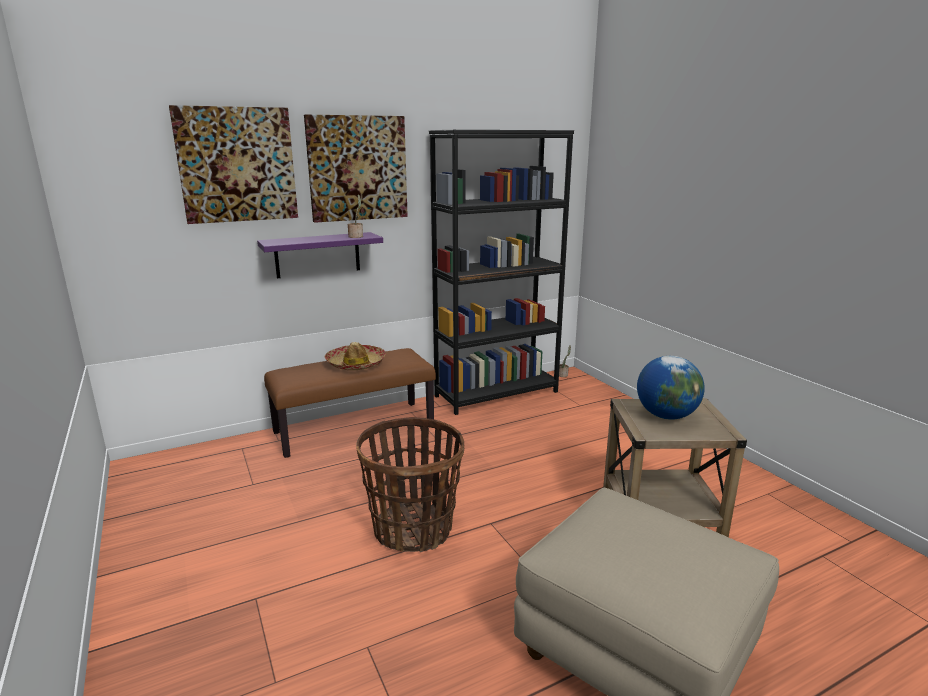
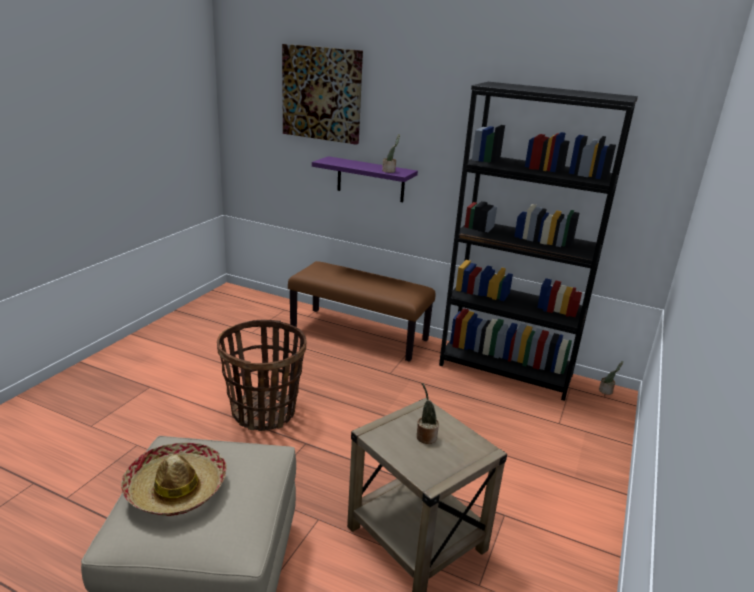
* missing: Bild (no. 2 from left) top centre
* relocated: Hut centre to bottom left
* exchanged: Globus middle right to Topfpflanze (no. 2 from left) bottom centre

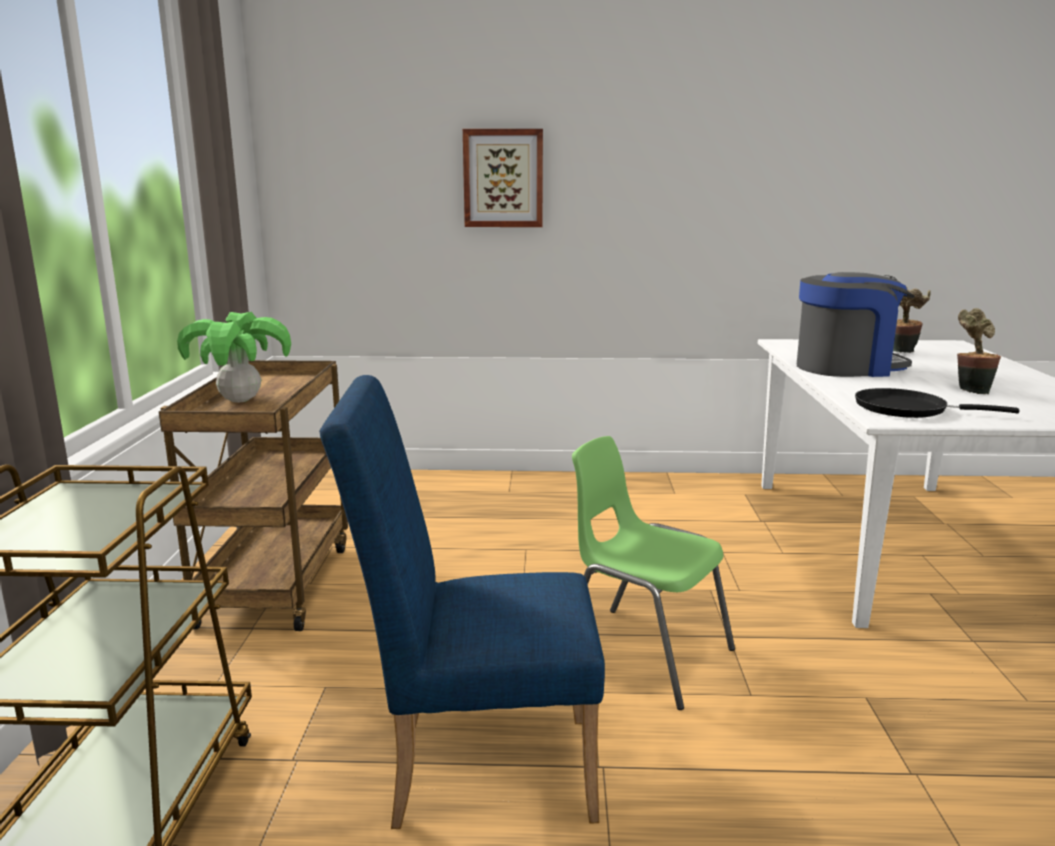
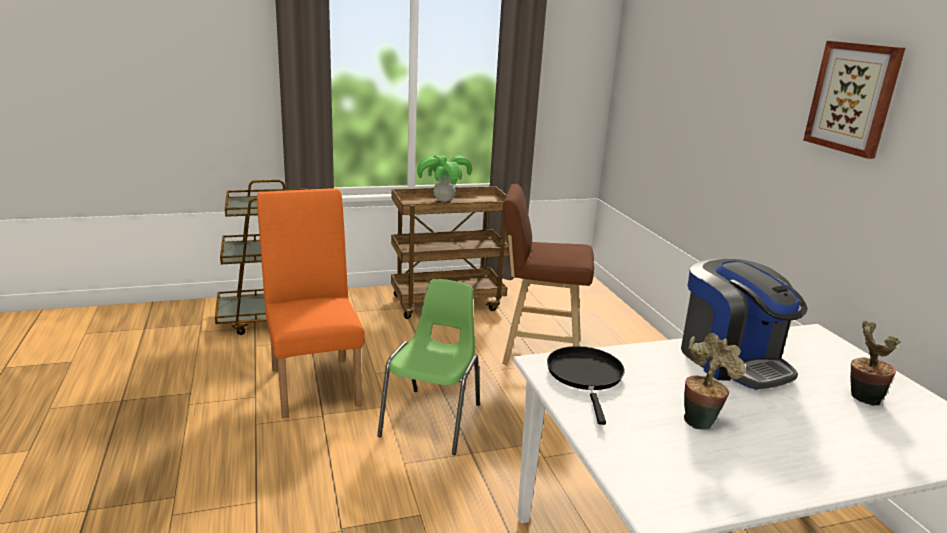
* relocated: Bild top centre to top right
* colour: Stuhl/blau bottom centre to Stuhl/orange middle left
* appeared: Hocker/braun centre

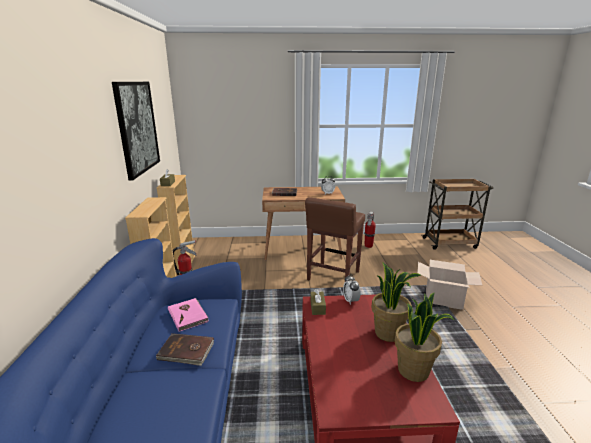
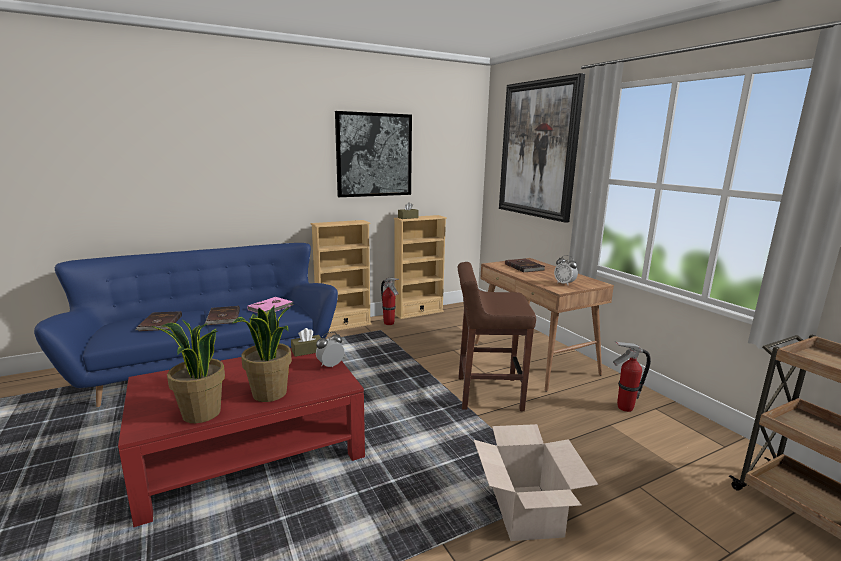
* appeared: Bild (no. 2 from left) top centre
* appeared: Buch/braun (no. 1 from left) middle left

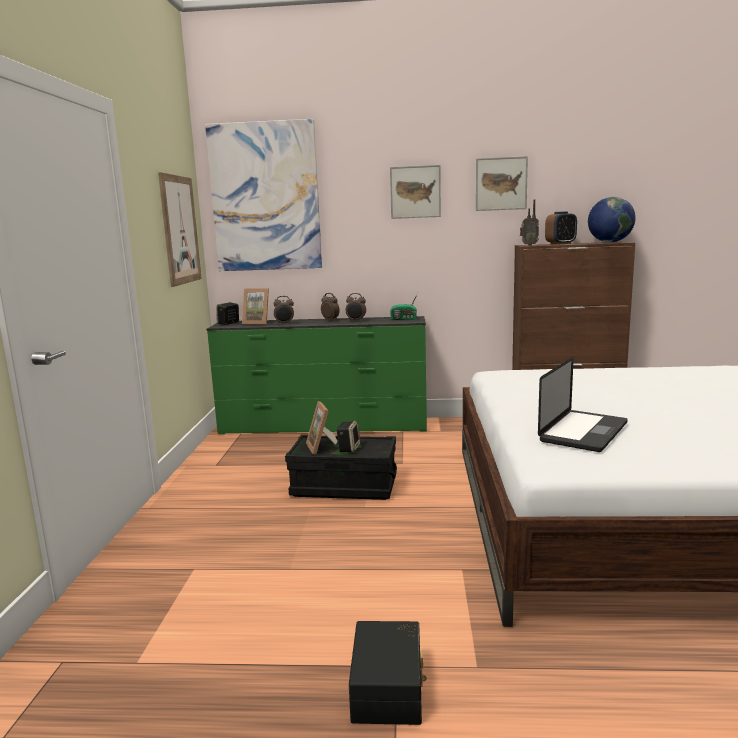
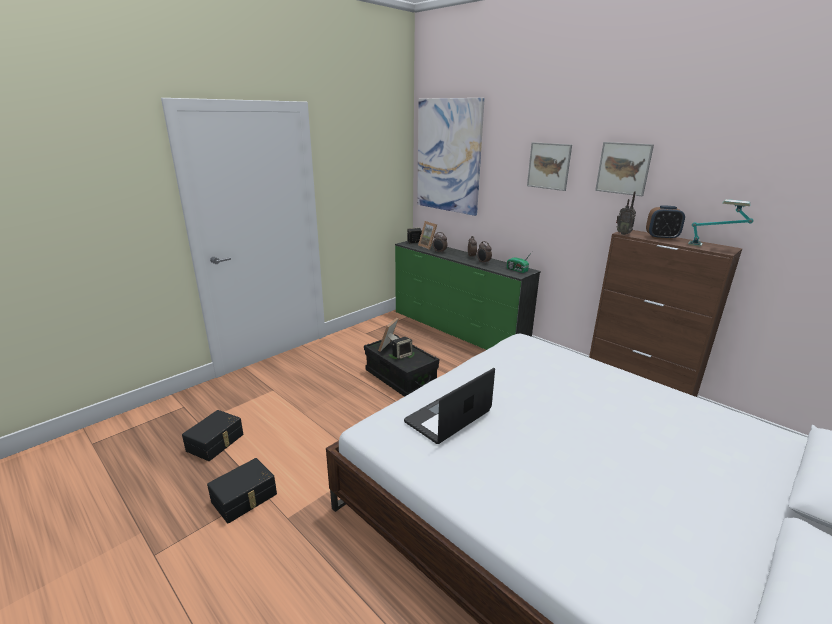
* missing: Bild (no. 1 from left) top left
* exchanged: Globus top right to Tischlampe middle right
* spun: Laptop middle right = centre 150 degrees clockwise
* appeared: Aufbewahrungsbox/schwarz (no. 1 from left) bottom left

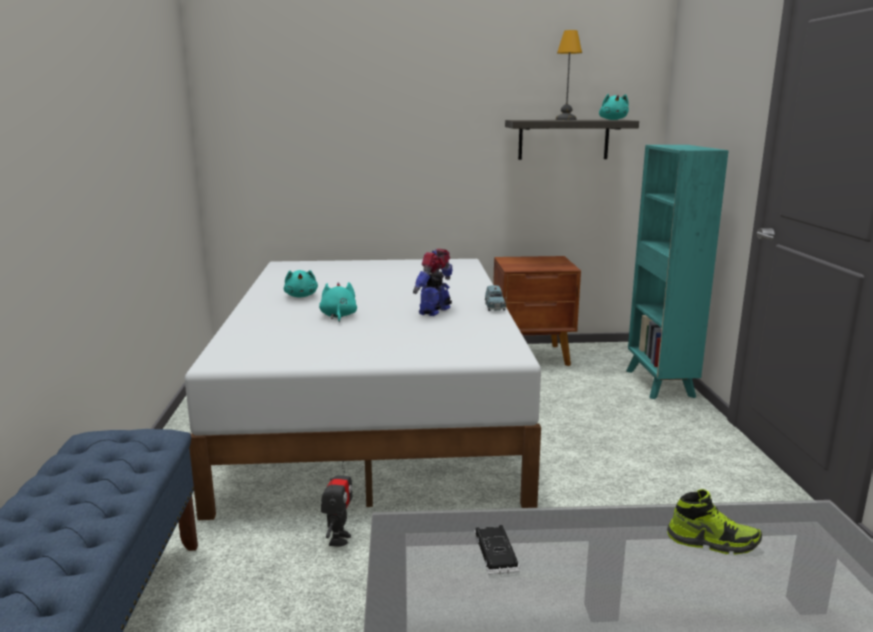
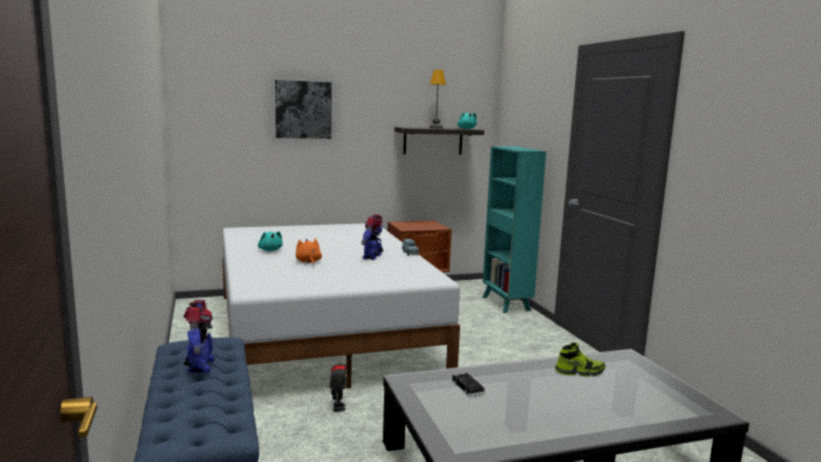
* colour: Plüschtier/türkis (no. 2 from left) centre to Plüschtier/orange centre
* appeared: Bild top centre
* appeared: Spielzeugroboter (no. 1 from left) bottom left

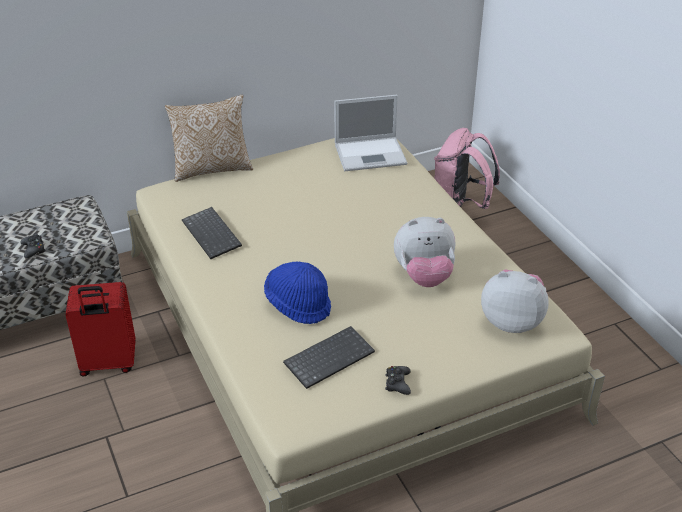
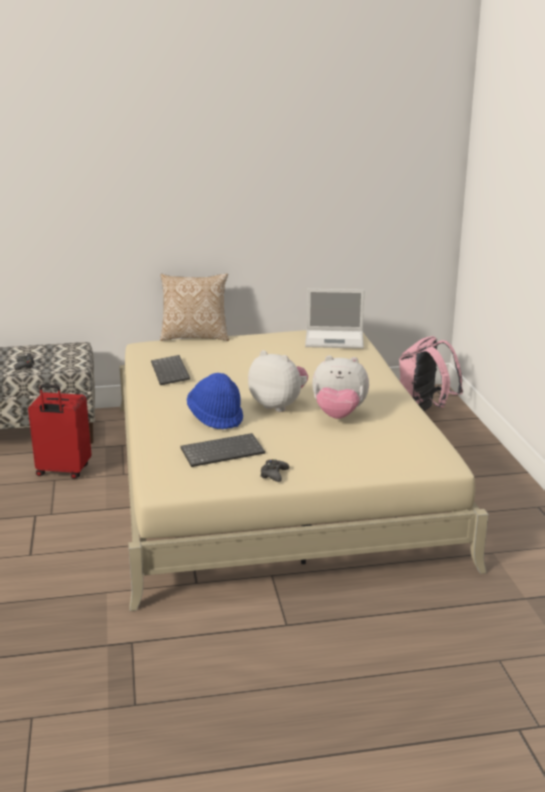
* relocated: Plüschtier (no. 2 from left in the first image) middle right to Plüschtier (no. 1 from left) centre

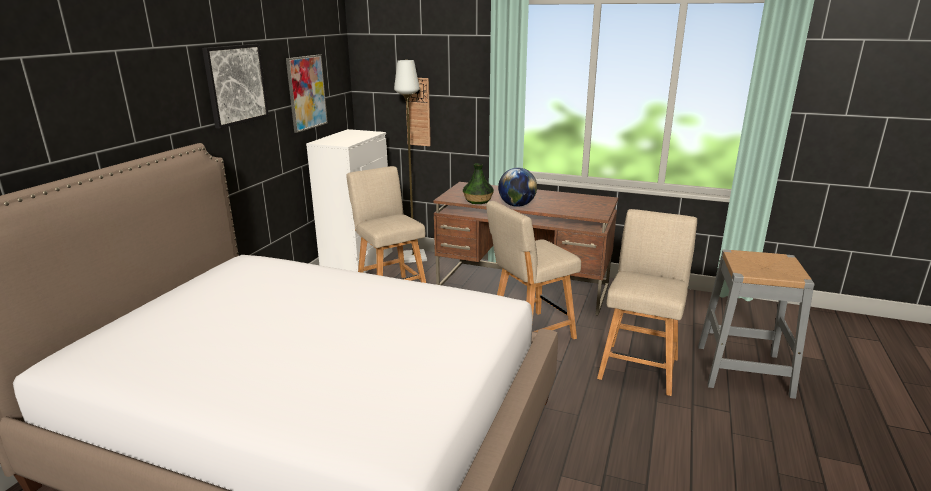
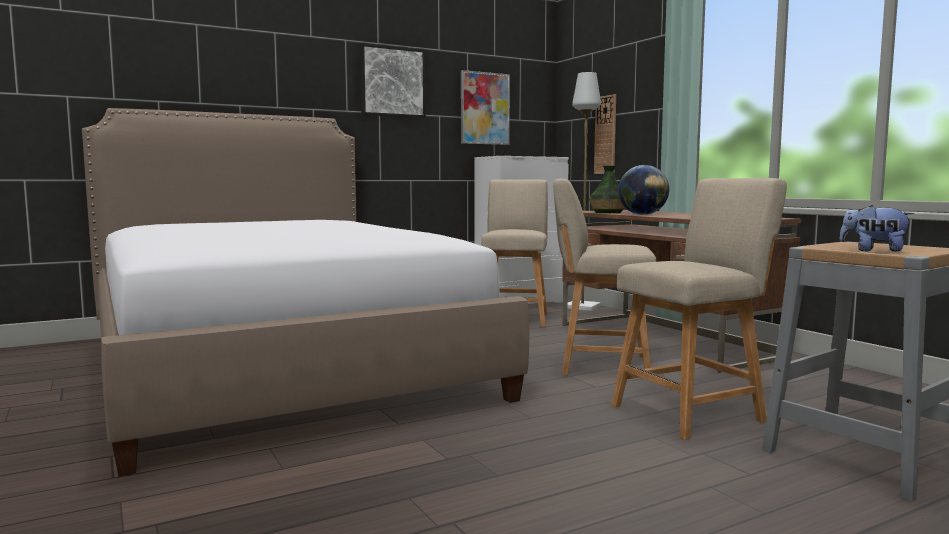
* appeared: Plüschtier middle right

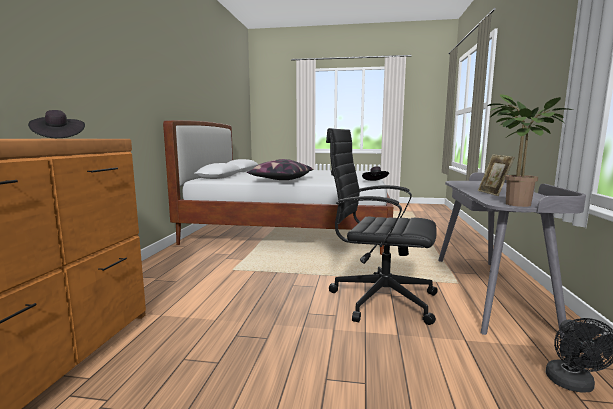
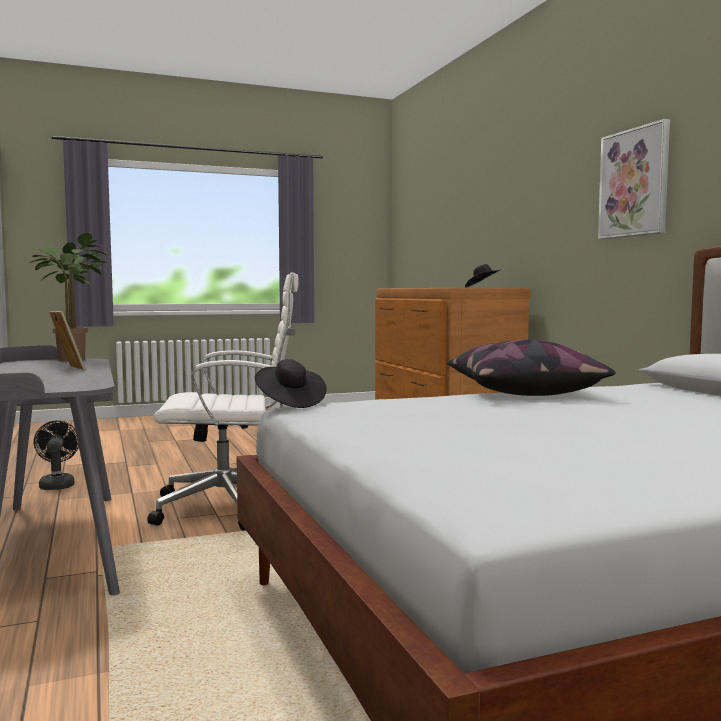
* colour: Bürostuhl/schwarz centre to Bürostuhl/weiß middle left
* appeared: Bild top right

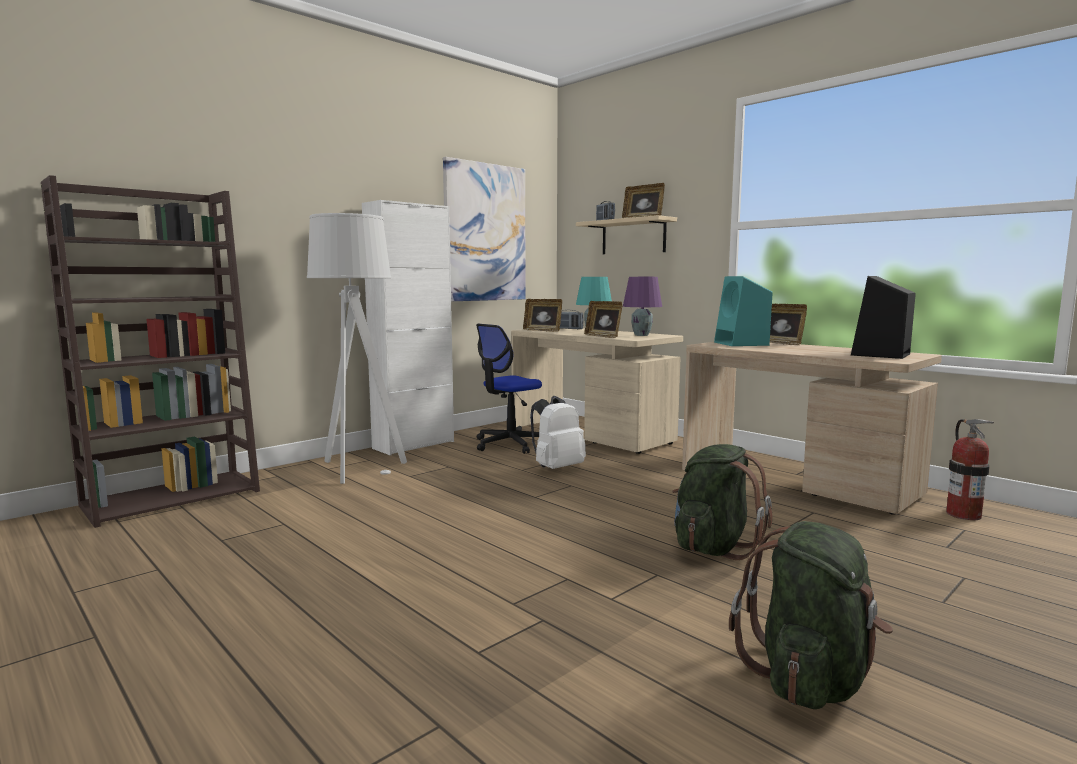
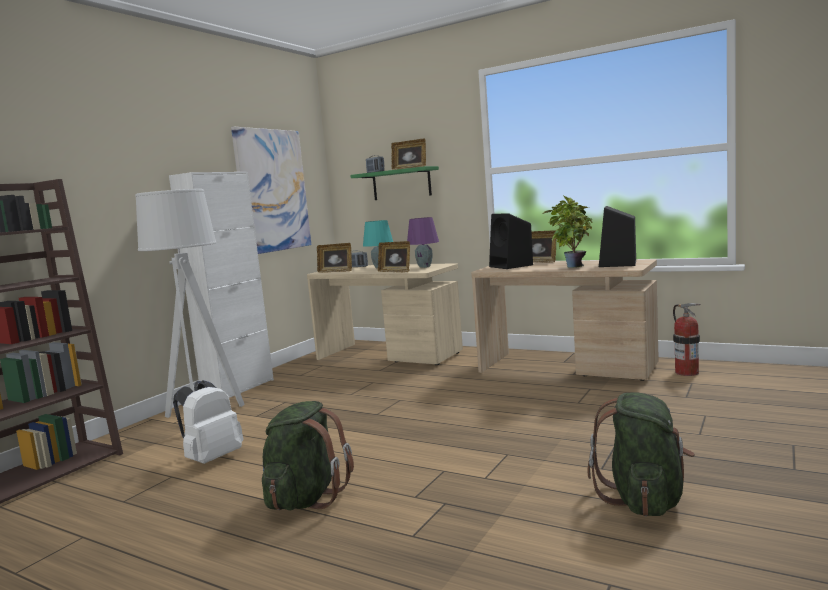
* colour: Wandregal/beige top centre to Wandregal/grün top centre
* colour: Lautsprecher/türkis middle right to Lautsprecher/schwarz (no. 1 from left) centre
* missing: Bürostuhl centre
* relocated: Rucksack/weiß centre to bottom left
* relocated: Rucksack/grün (no. 1 from left) middle right to bottom centre
* appeared: Topfpflanze middle right

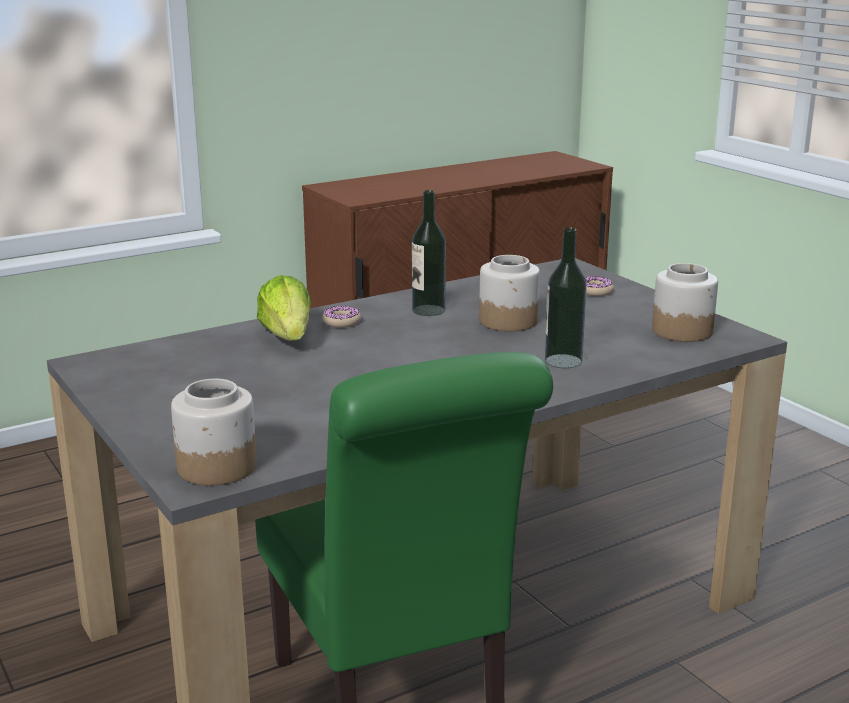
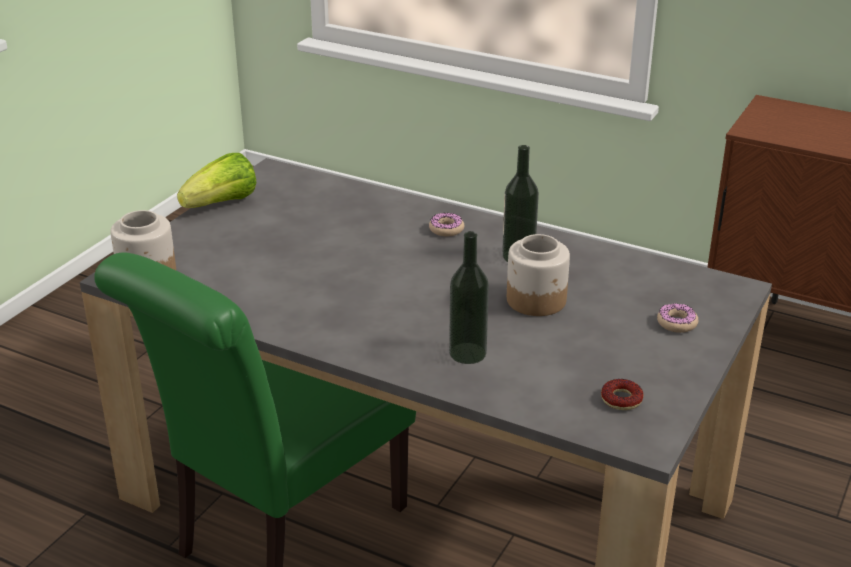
* exchanged: Vorratsglas (no. 3 from left) middle right to Donut (no. 2 from left) bottom right
* relocated: Salatkopf centre to top left

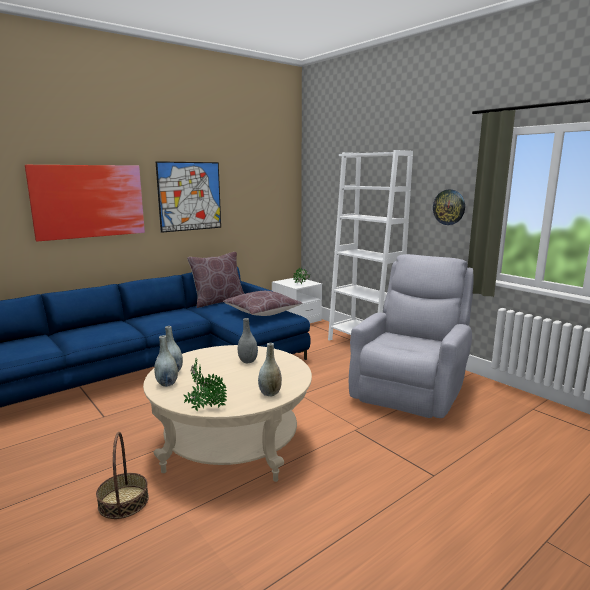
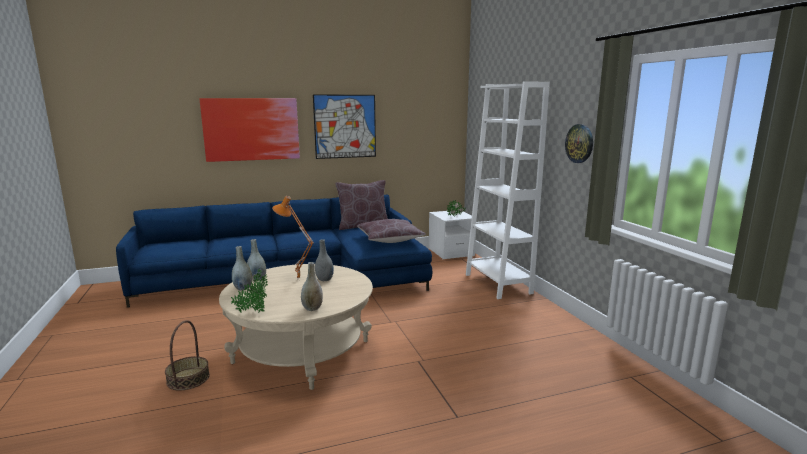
* missing: Sessel/grau middle right
* appeared: Tischlampe/orange centre

